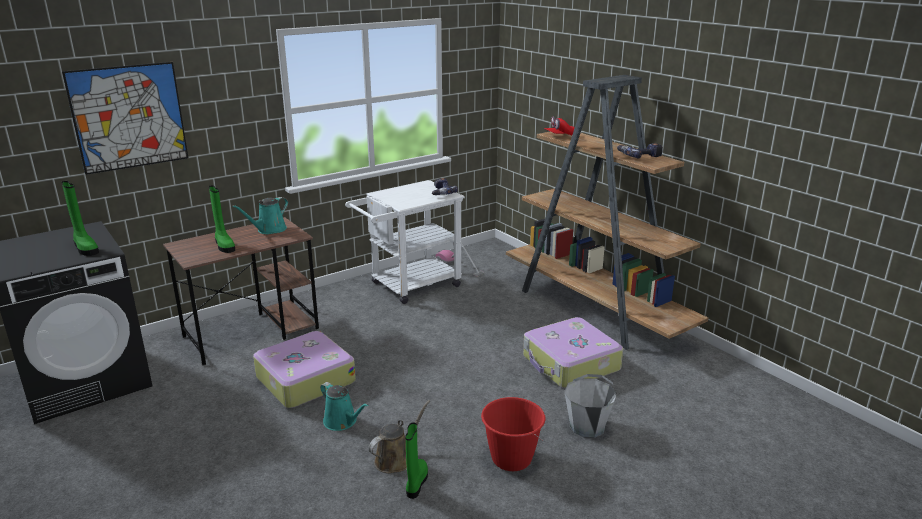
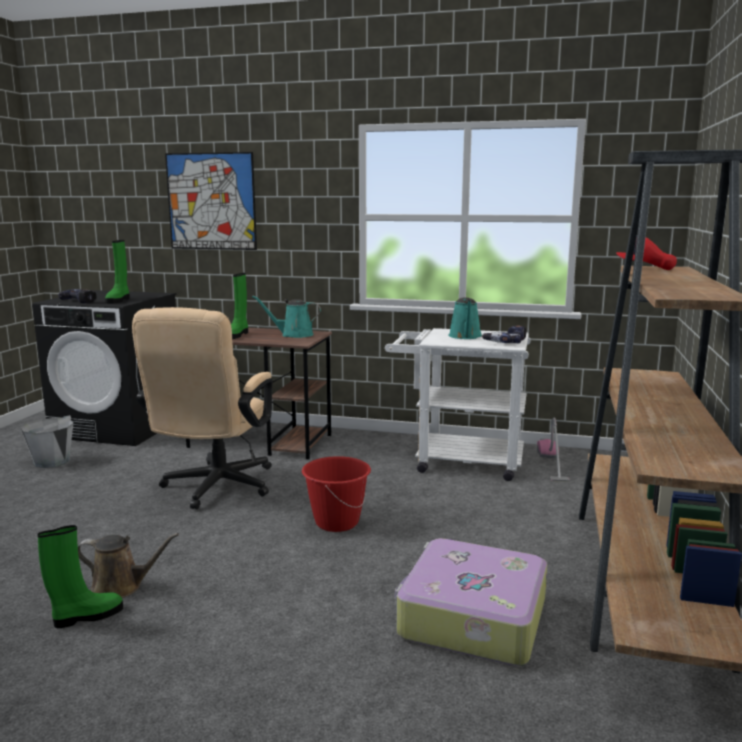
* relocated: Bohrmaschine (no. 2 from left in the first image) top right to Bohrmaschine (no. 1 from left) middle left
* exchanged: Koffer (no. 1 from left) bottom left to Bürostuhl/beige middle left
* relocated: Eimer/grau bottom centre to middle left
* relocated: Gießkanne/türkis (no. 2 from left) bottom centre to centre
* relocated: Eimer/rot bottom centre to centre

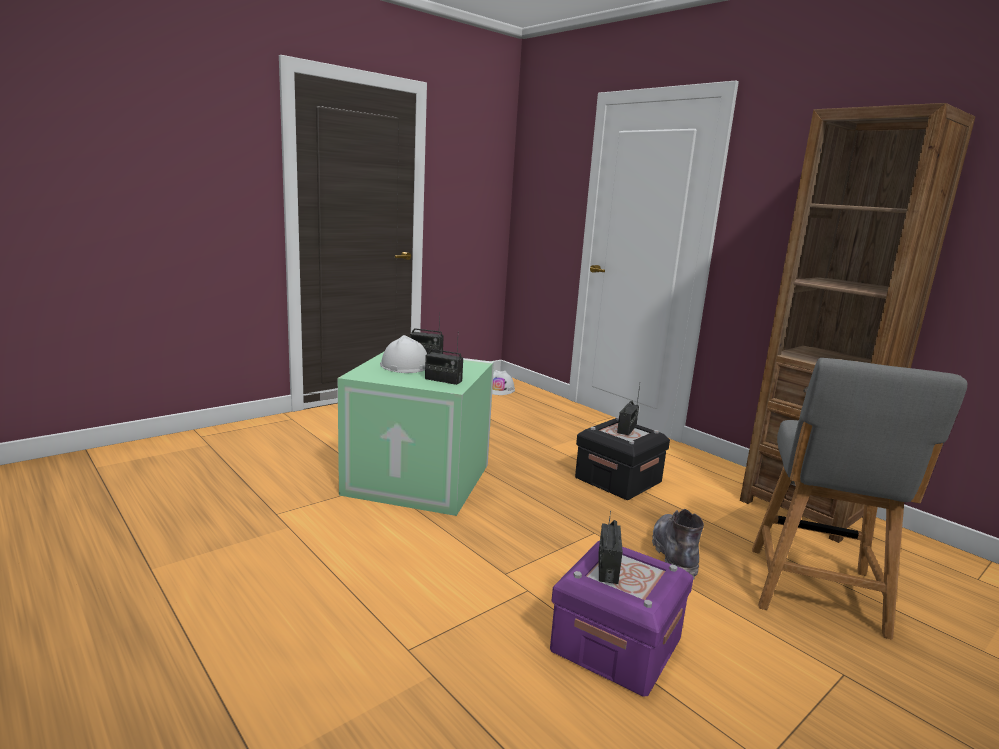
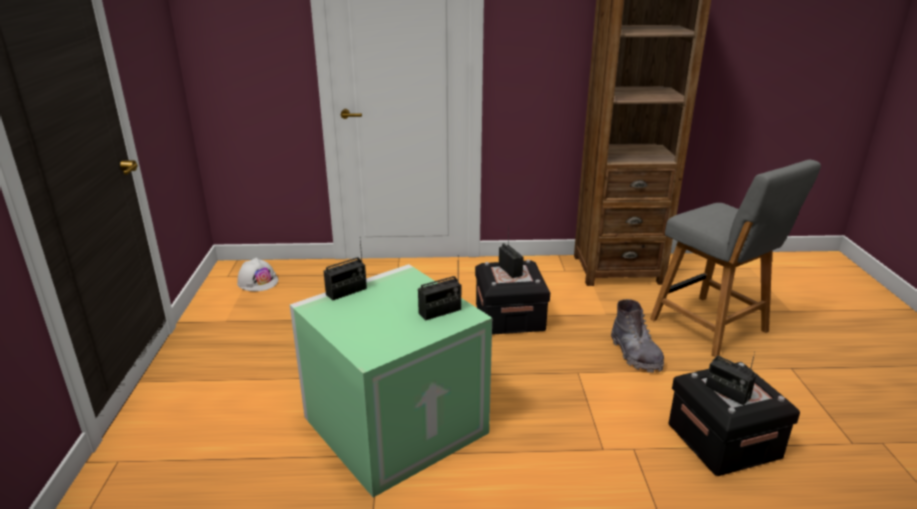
* missing: Schutzhelm/weiß (no. 1 from left) centre
* spun: Stiefel/grau bottom right = middle right 150 degrees counterclockwise
* colour: Aufbewahrungsbox/lila bottom centre to Aufbewahrungsbox/schwarz (no. 2 from left) bottom right

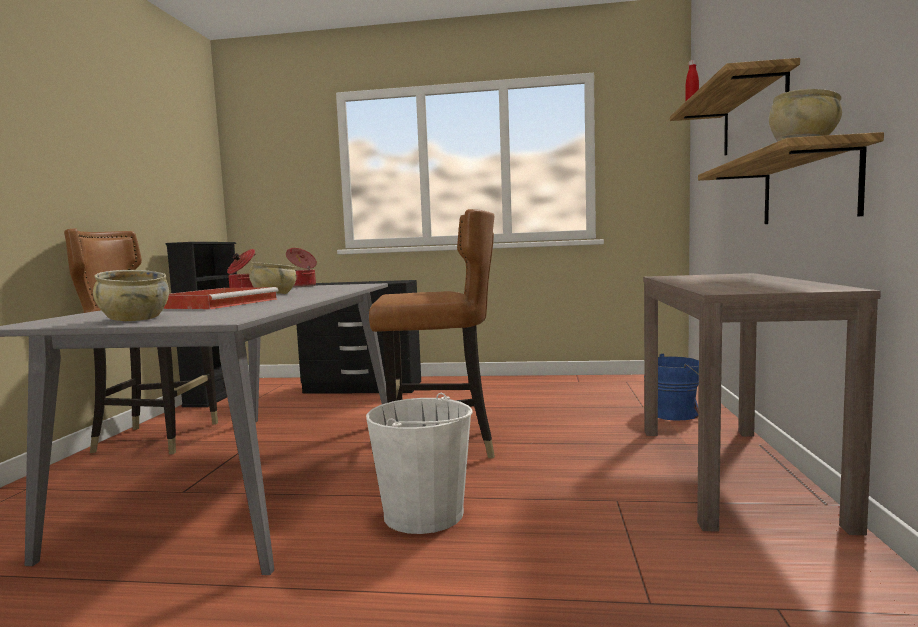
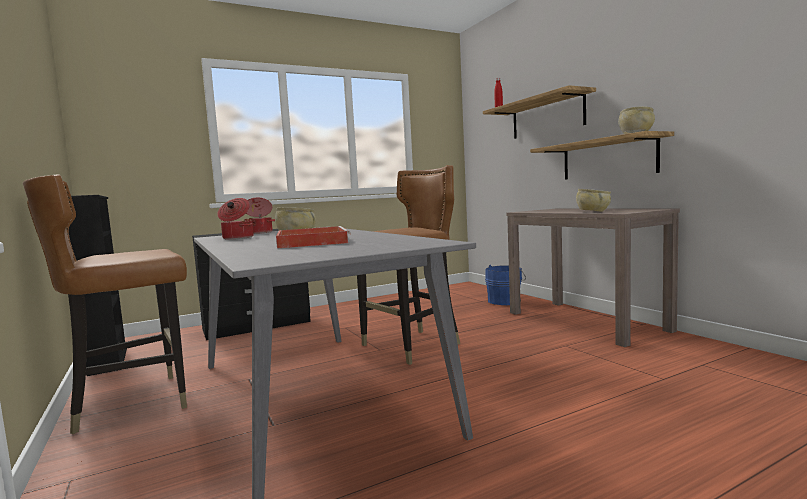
* relocated: Schüssel/beige (no. 1 from left in the first image) middle left to Schüssel/beige (no. 2 from left) middle right
* missing: Eimer/weiß bottom centre

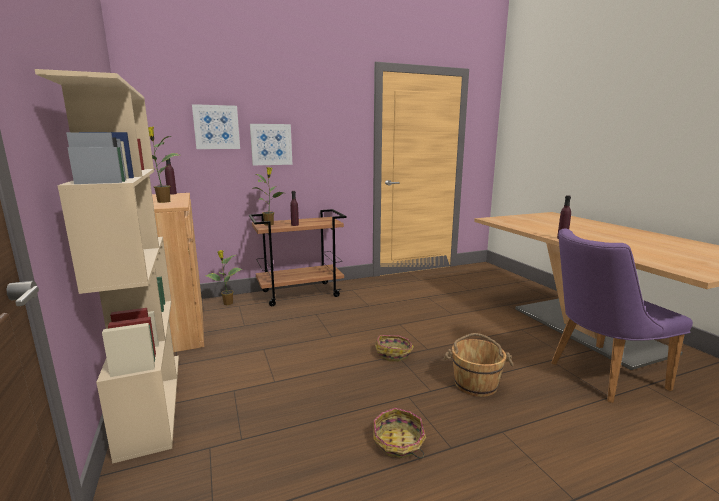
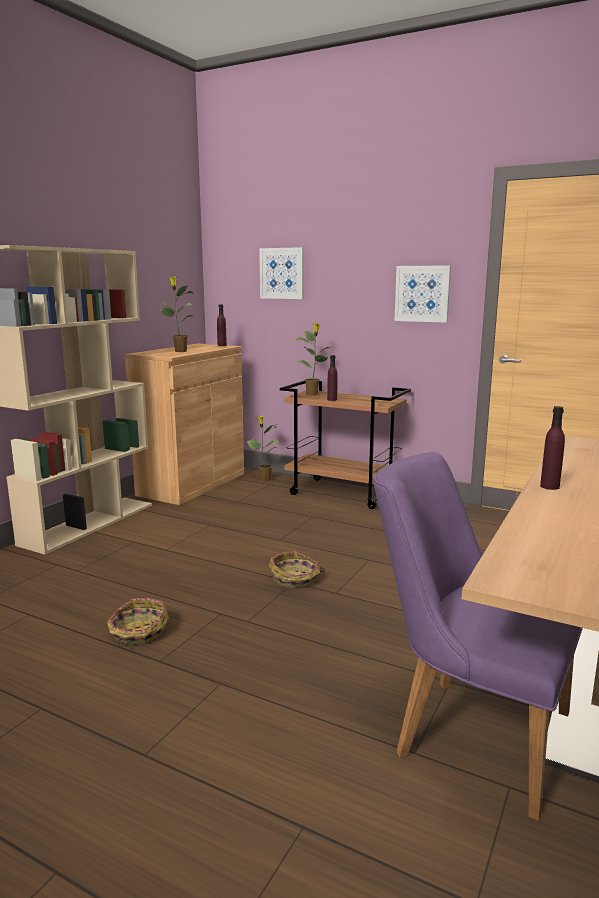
* relocated: Bild (no. 2 from left) top centre to top right
* missing: Eimer/braun bottom centre

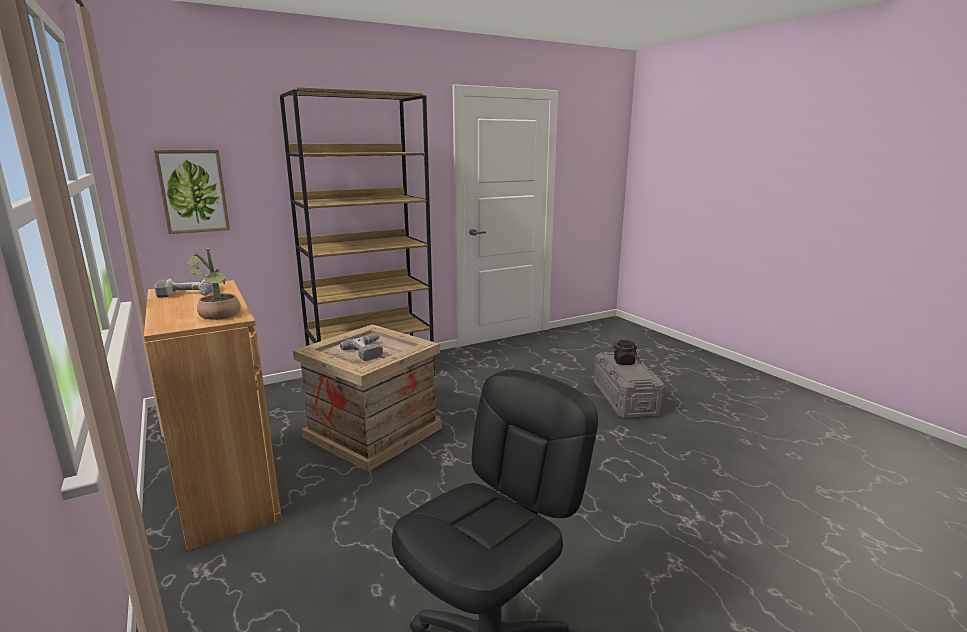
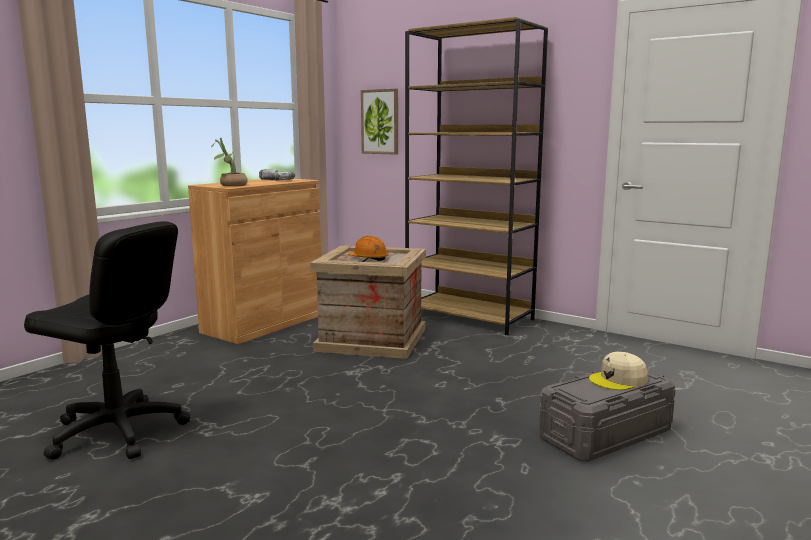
* exchanged: Bohrmaschine (no. 2 from left) centre to Schutzhelm/orange centre
* exchanged: Vorratsglas/schwarz centre to Kappe/beige bottom right

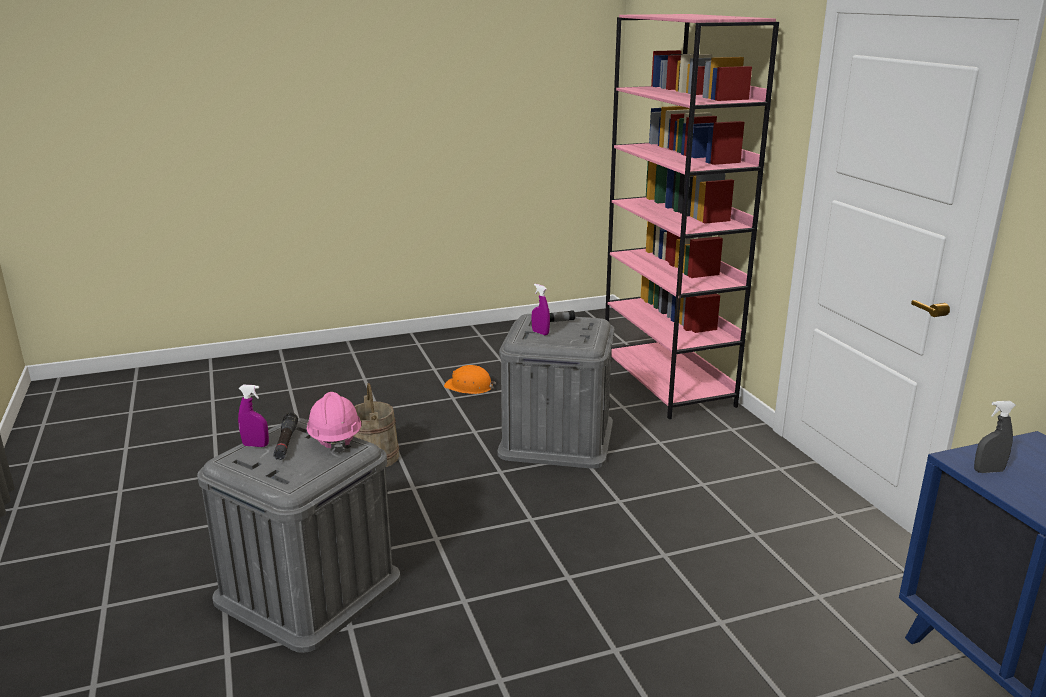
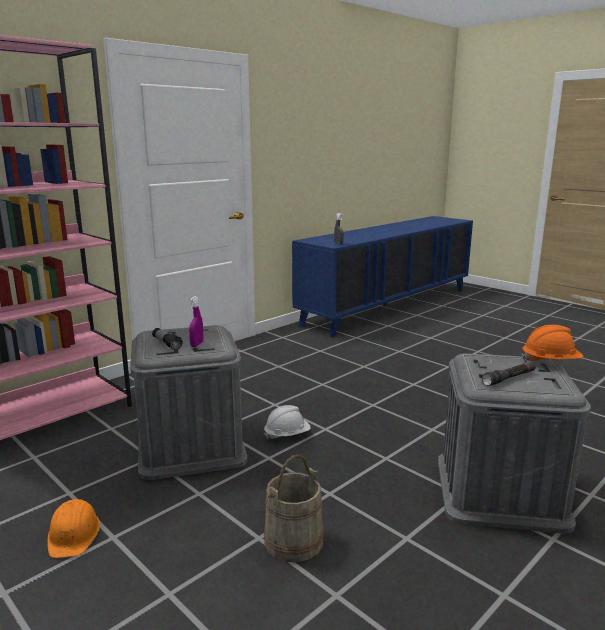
* missing: Sprühflasche/lila (no. 1 from left) middle left
* missing: Schutzhelm/rosa middle left
* appeared: Schutzhelm/orange (no. 2 from left) middle right
* appeared: Schutzhelm/weiß bottom centre

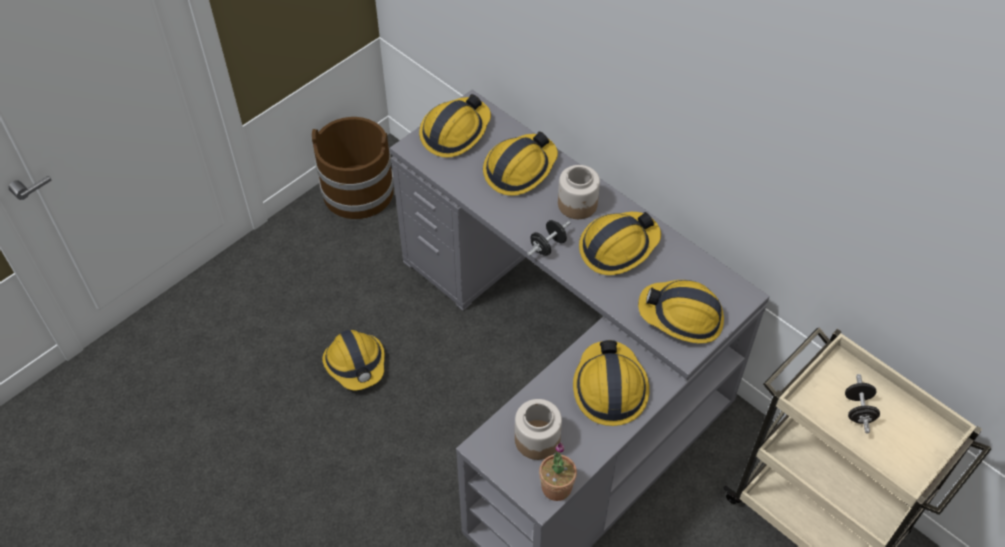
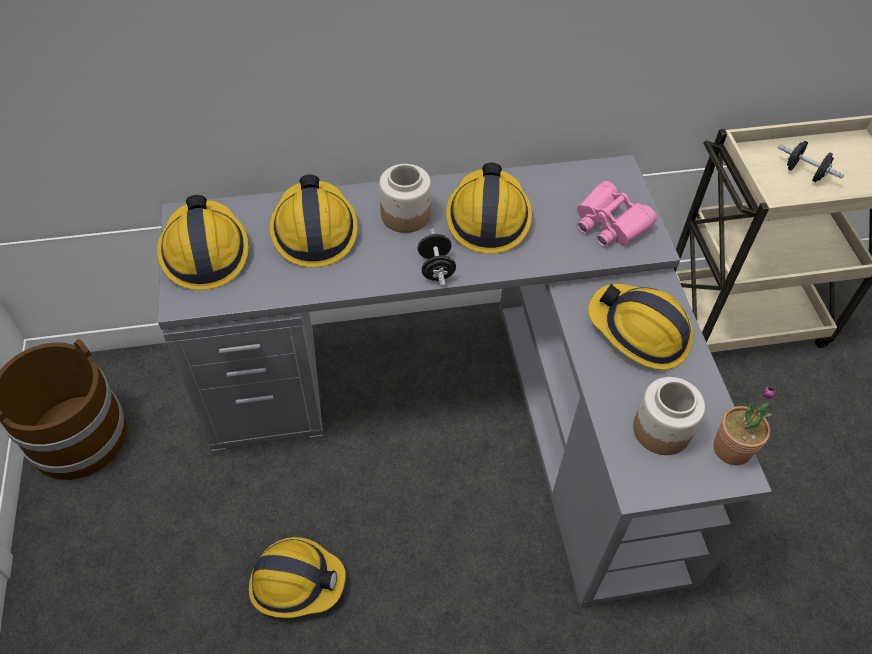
* exchanged: Schutzhelm (no. 6 from left) middle right to Fernglas/rosa top right

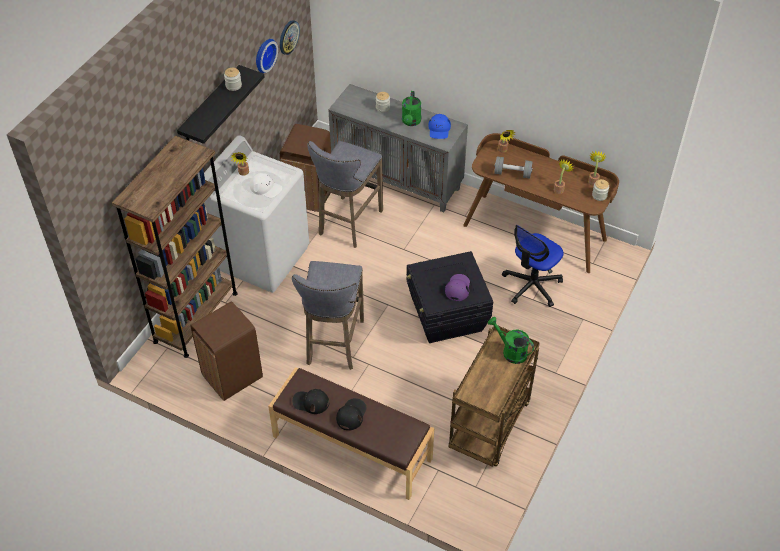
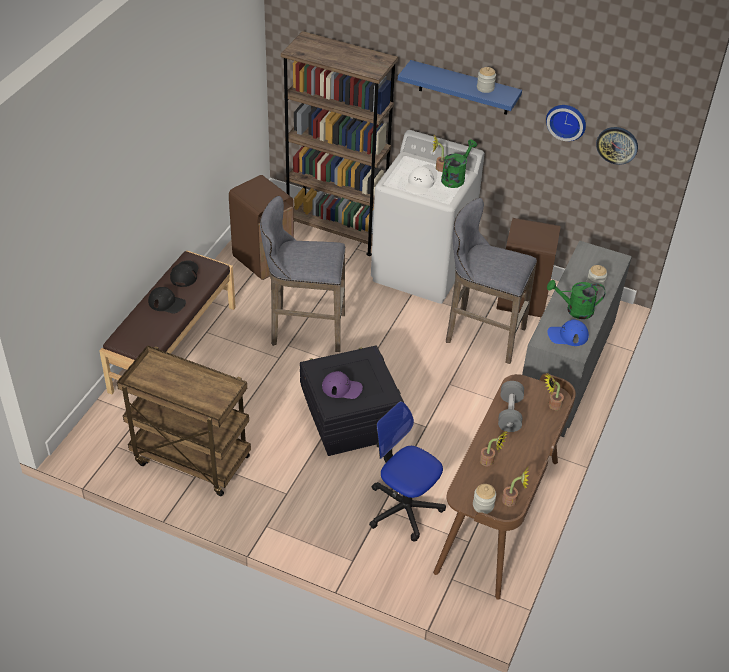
* colour: Wandregal/schwarz top left to Wandregal/blau top centre
* relocated: Gießkanne/grün (no. 2 from left in the first image) centre to Gießkanne/grün (no. 1 from left) top centre

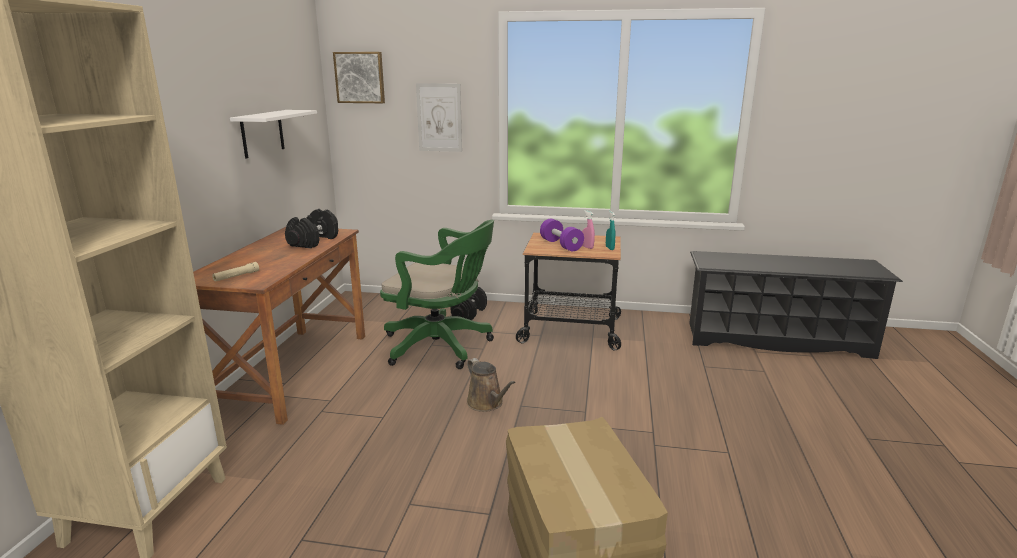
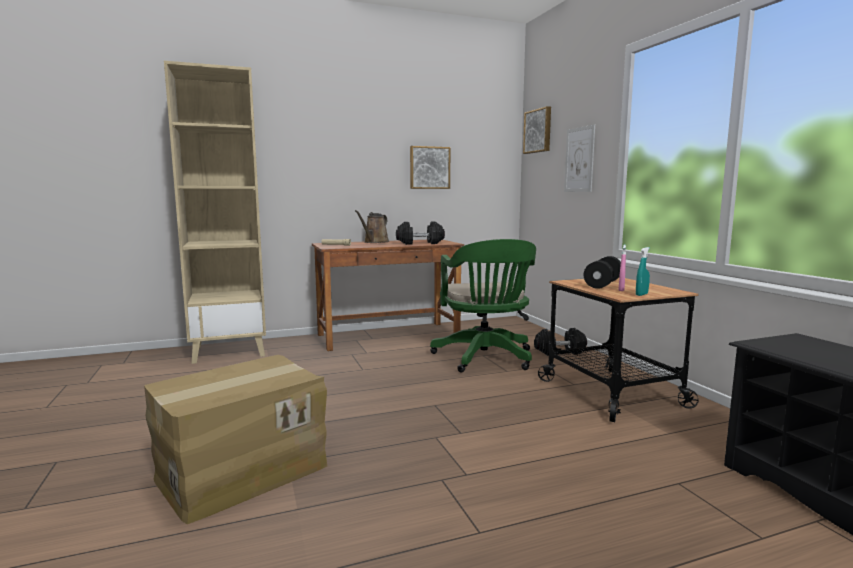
* exchanged: Wandregal/weiß top left to Bild (no. 1 from left) top centre
* colour: Hantel/lila centre to Hantel/schwarz (no. 3 from left) middle right
* relocated: Gießkanne/braun bottom centre to centre

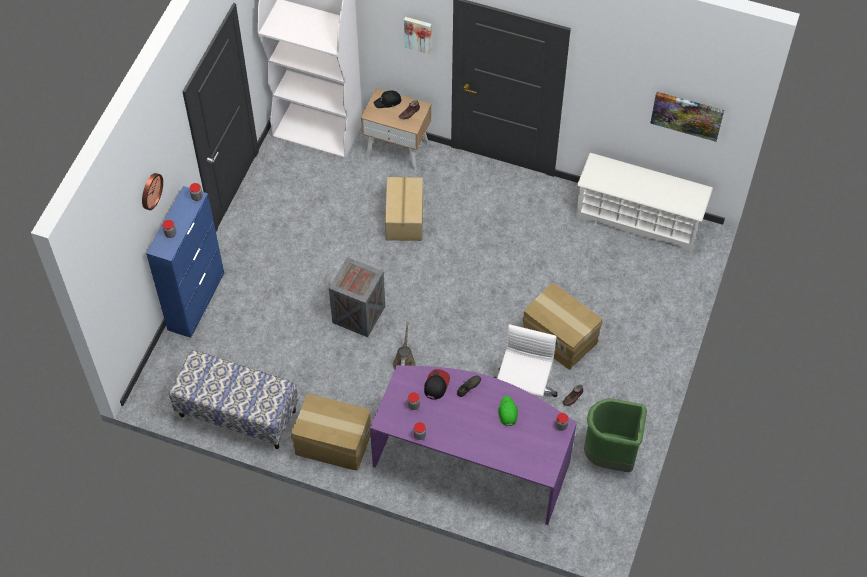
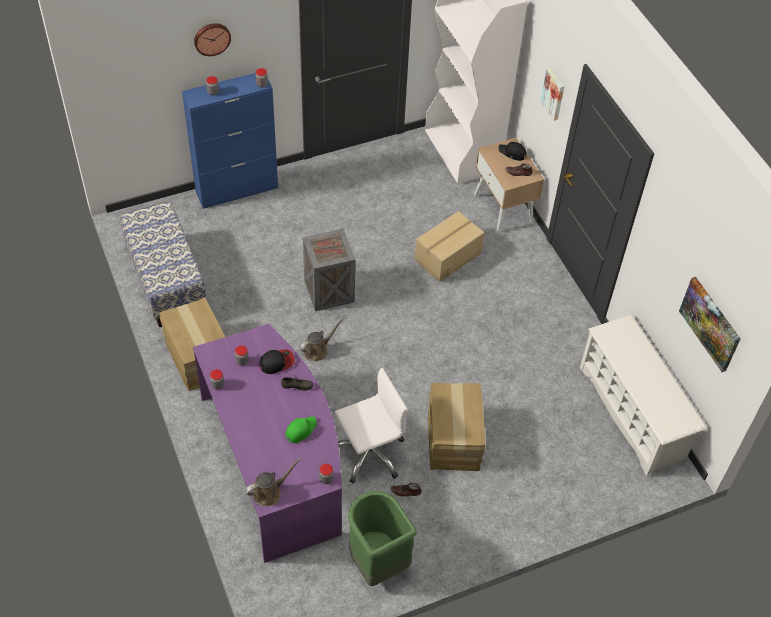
* appeared: Gießkanne/braun (no. 1 from left) bottom centre

